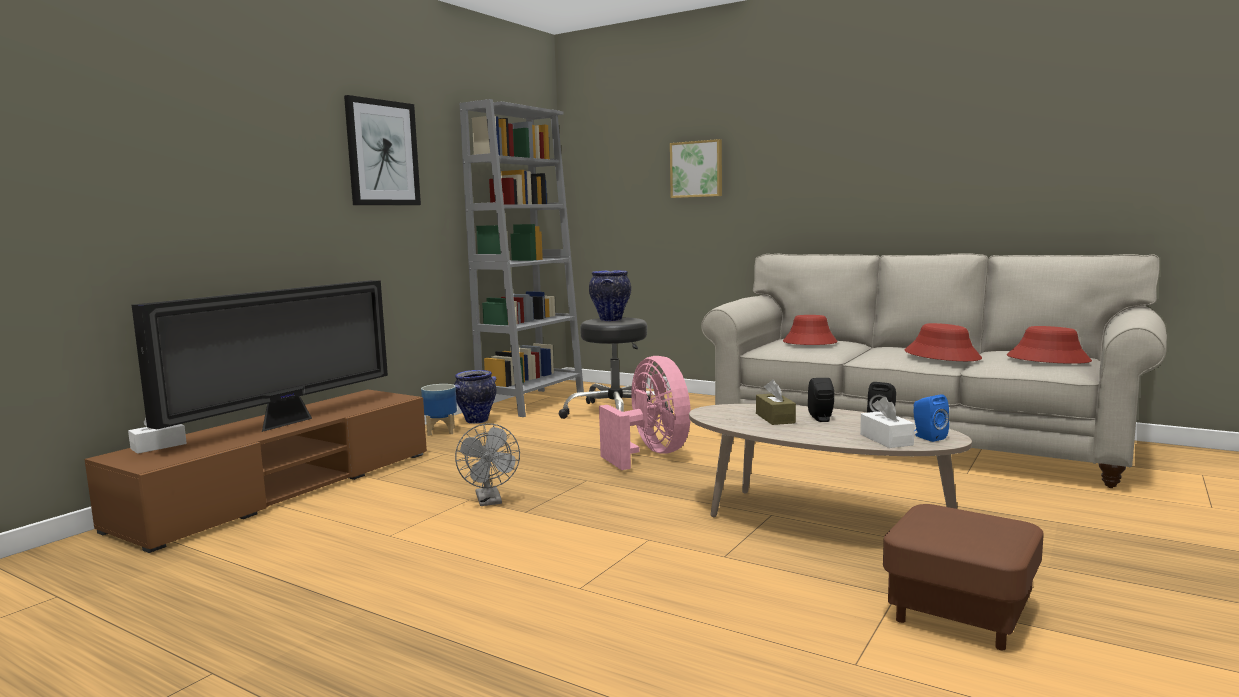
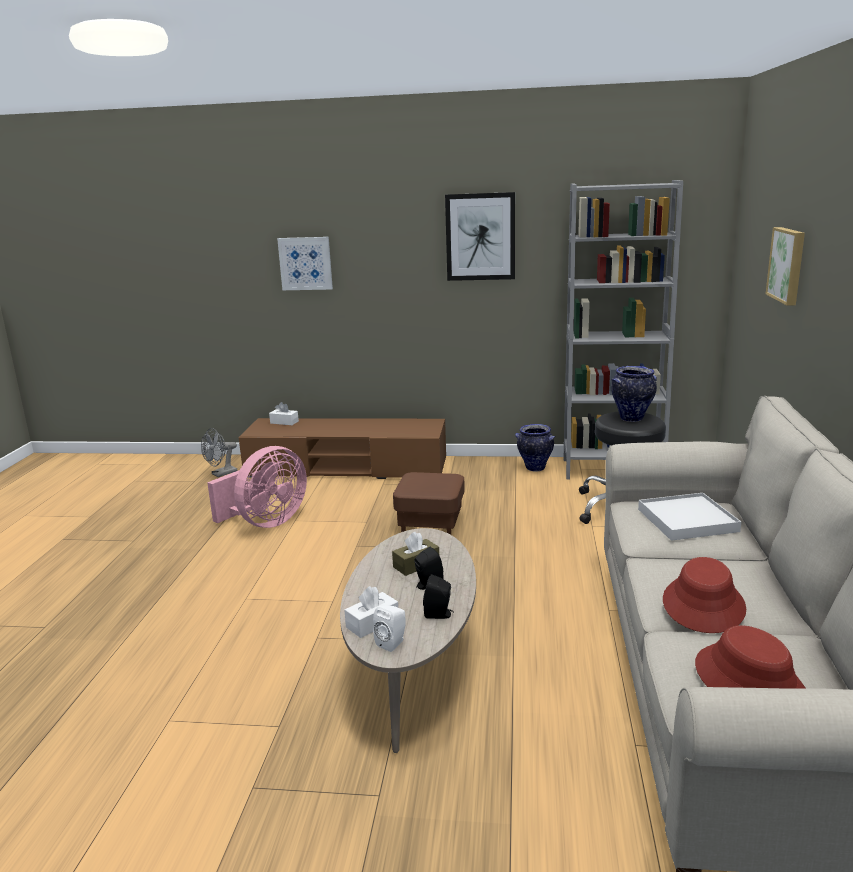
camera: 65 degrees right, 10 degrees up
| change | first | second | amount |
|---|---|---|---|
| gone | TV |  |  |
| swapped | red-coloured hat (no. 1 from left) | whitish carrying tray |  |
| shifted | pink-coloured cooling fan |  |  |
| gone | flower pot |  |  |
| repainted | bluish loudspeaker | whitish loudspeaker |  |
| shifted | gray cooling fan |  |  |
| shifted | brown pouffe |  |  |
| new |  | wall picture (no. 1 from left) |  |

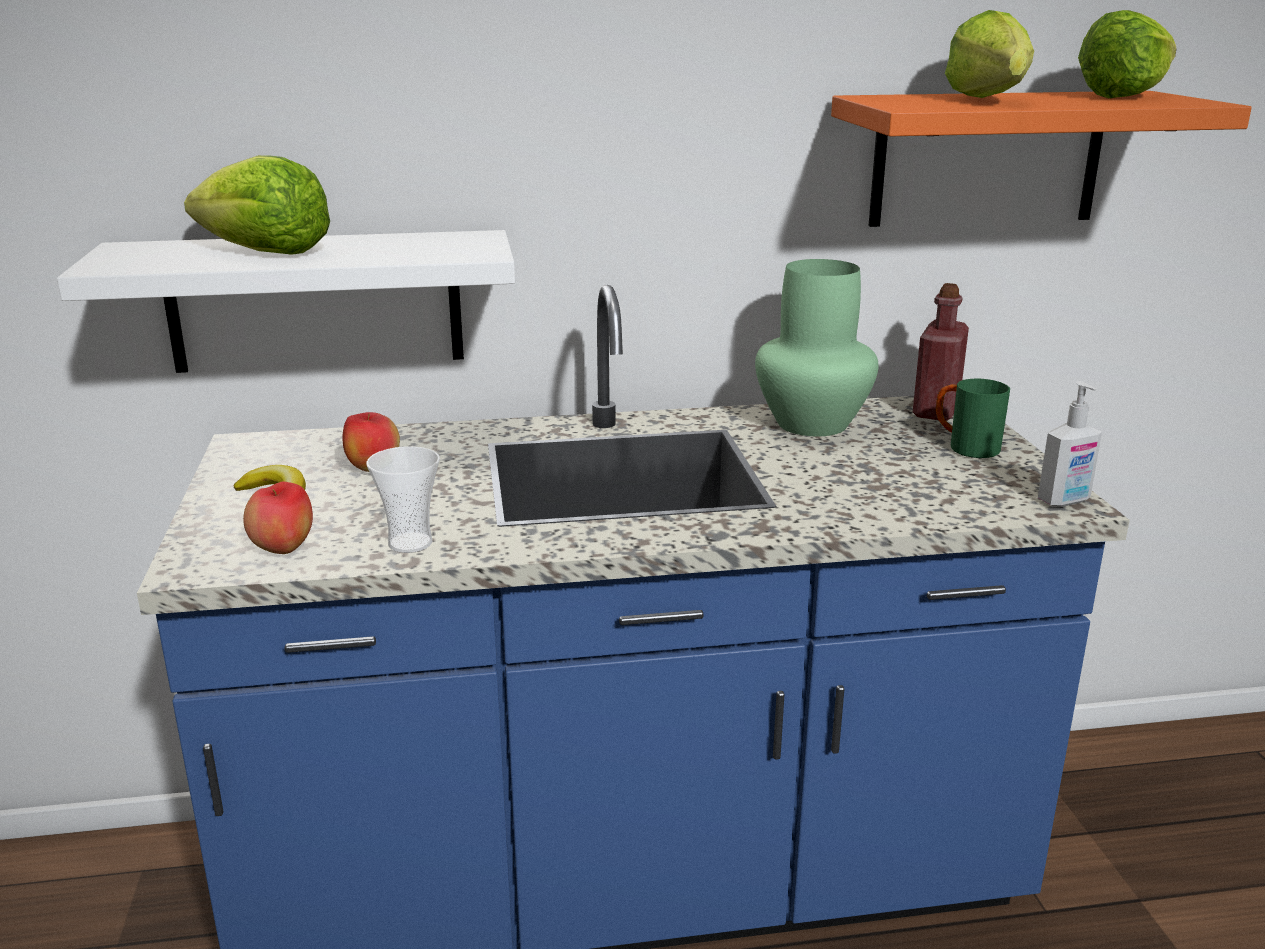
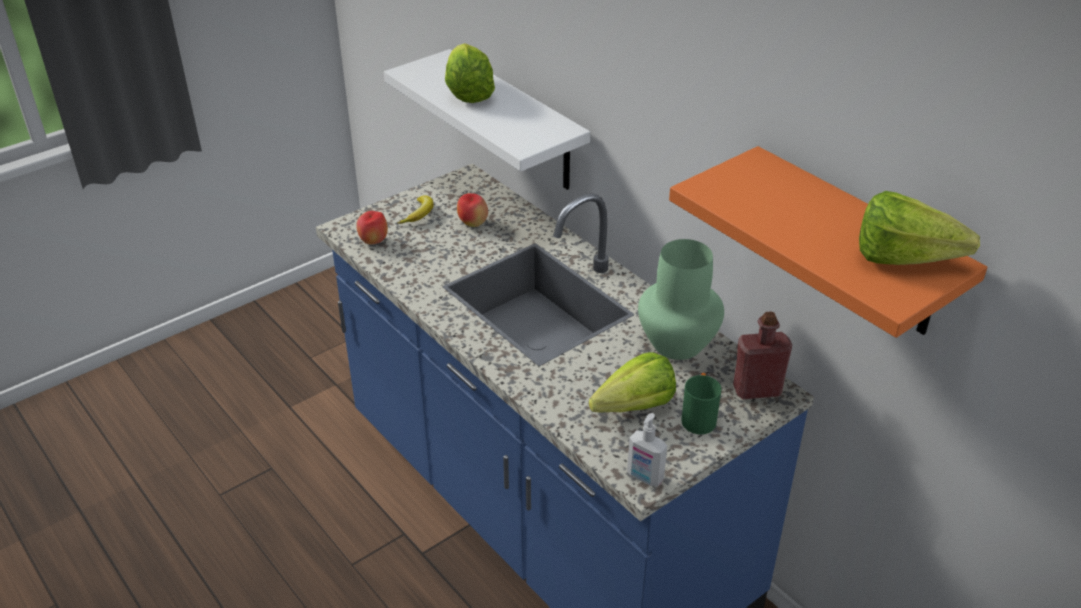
camera: 60 degrees right, 15 degrees up
| change | first | second | amount |
|---|---|---|---|
| shifted | head of lettuce (no. 2 from left) |  |  |
| gone | drinking cup |  |  |

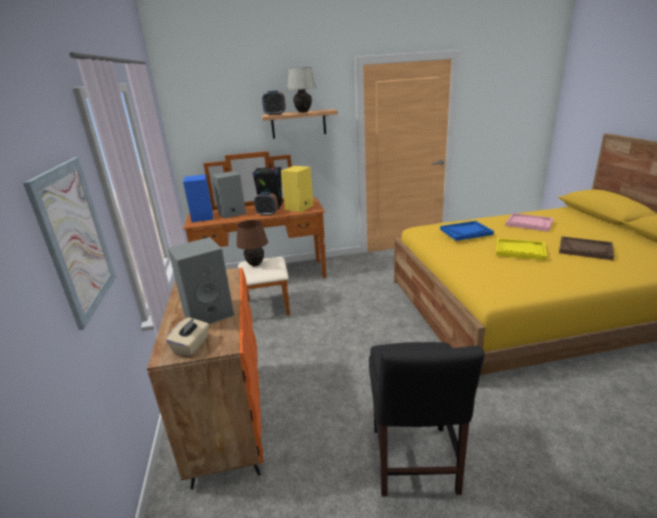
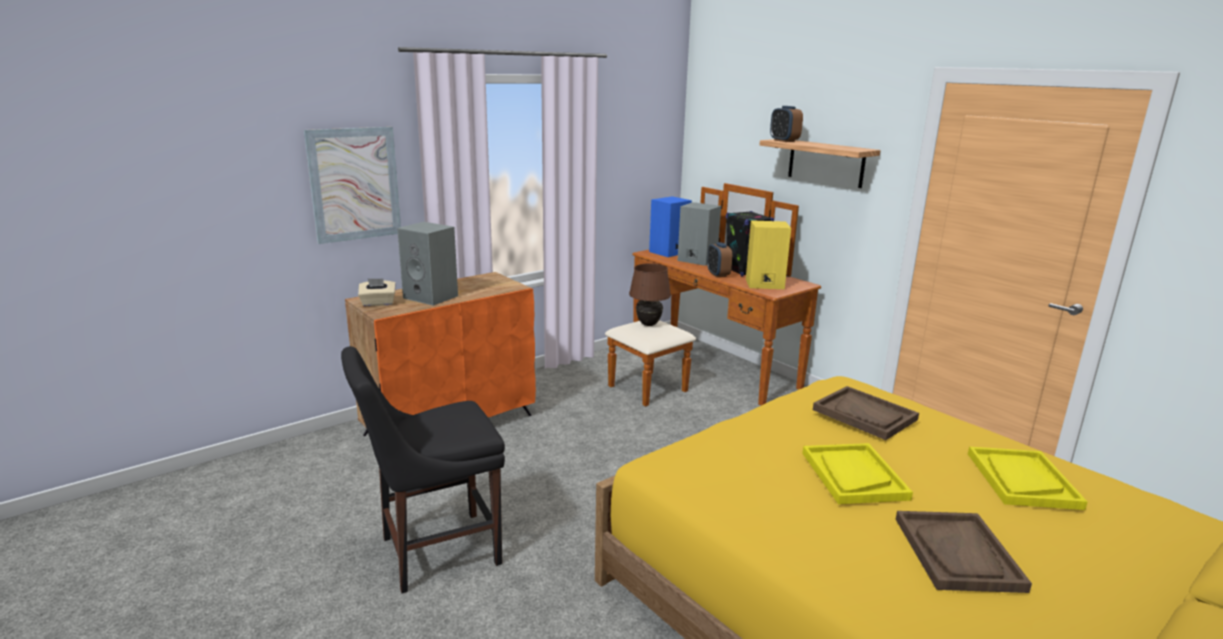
camera: 60 degrees right, 5 degrees down
| change | first | second | amount |
|---|---|---|---|
| gone | whitish lamp for a table |  |  |
| repainted | pink-coloured carrying tray | yellow-coloured carrying tray (no. 2 from left) |  |
| repainted | bluish carrying tray | brown carrying tray (no. 1 from left) |  |

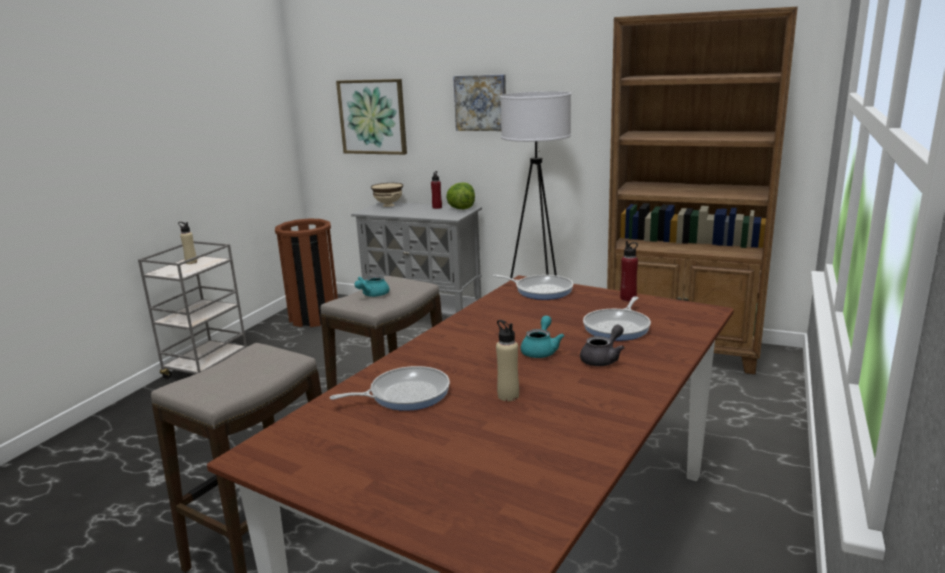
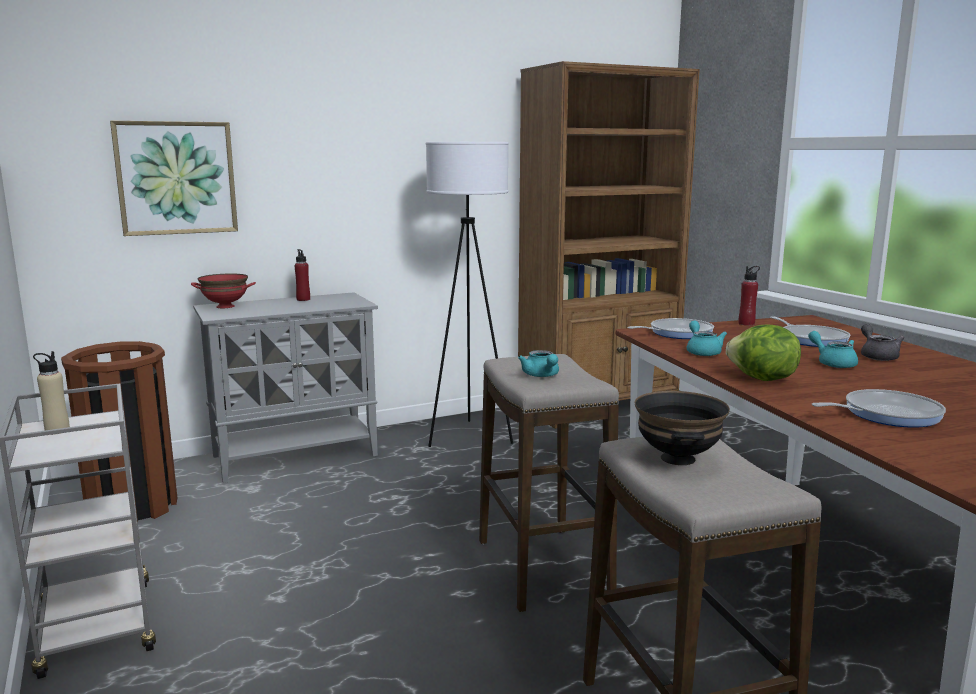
camera: 50 degrees left, 5 degrees down
| change | first | second | amount |
|---|---|---|---|
| gone | wall picture (no. 2 from left) |  |  |
| shifted | head of lettuce |  |  |
| repainted | beige-coloured deep dish | red-coloured deep dish |  |
| gone | beige-coloured beverage bottle (no. 2 from left) |  |  |
| rotated | skillet (no. 1 from left in the first image) | skillet (no. 3 from left) | 60 degrees clockwise |
| new |  | turquoise-coloured tea pot (no. 2 from left) |  |
| new |  | black deep dish |  |

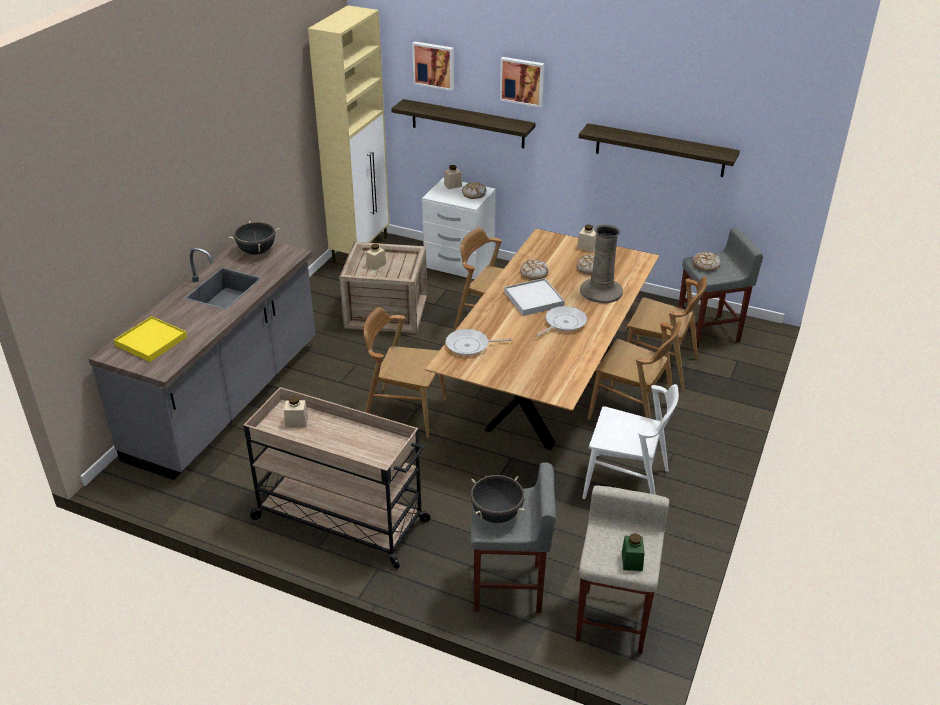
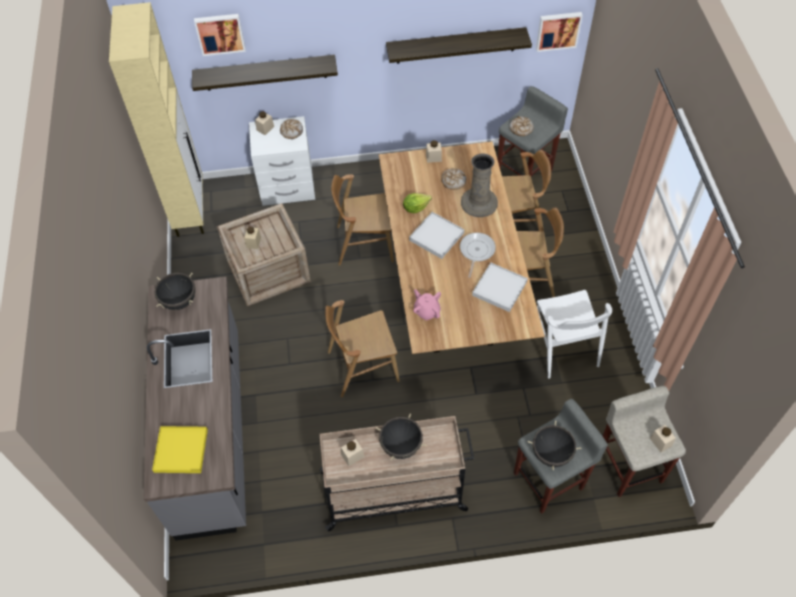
camera: 30 degrees left, 20 degrees up
| change | first | second | amount |
|---|---|---|---|
| shifted | wall picture (no. 2 from left) |  |  |
| swapped | bakery bread (no. 2 from left) | head of lettuce |  |
| swapped | skillet (no. 1 from left) | pink-coloured tea pot |  |
| rotated | whitish plain chair |  | 90 degrees clockwise |
| repainted | green storage jar | beige-coloured storage jar (no. 5 from left) |  |
| new |  | whitish carrying tray (no. 2 from left) |  |
| new |  | black stockpot (no. 2 from left) |  |

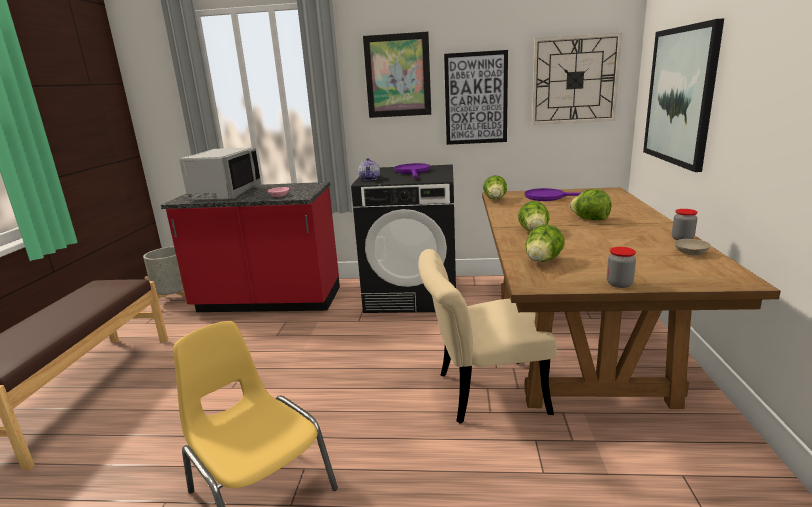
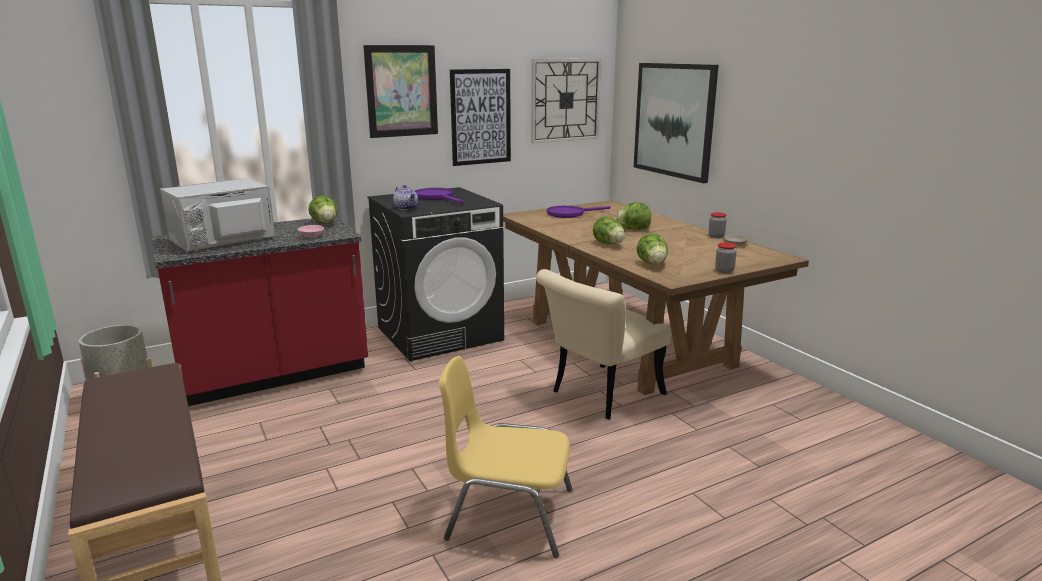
camera: 35 degrees left, 0 degrees up
| change | first | second | amount |
|---|---|---|---|
| rotated | gray kitchen microwave |  | 105 degrees counterclockwise |
| shifted | head of lettuce (no. 1 from left) |  |  |

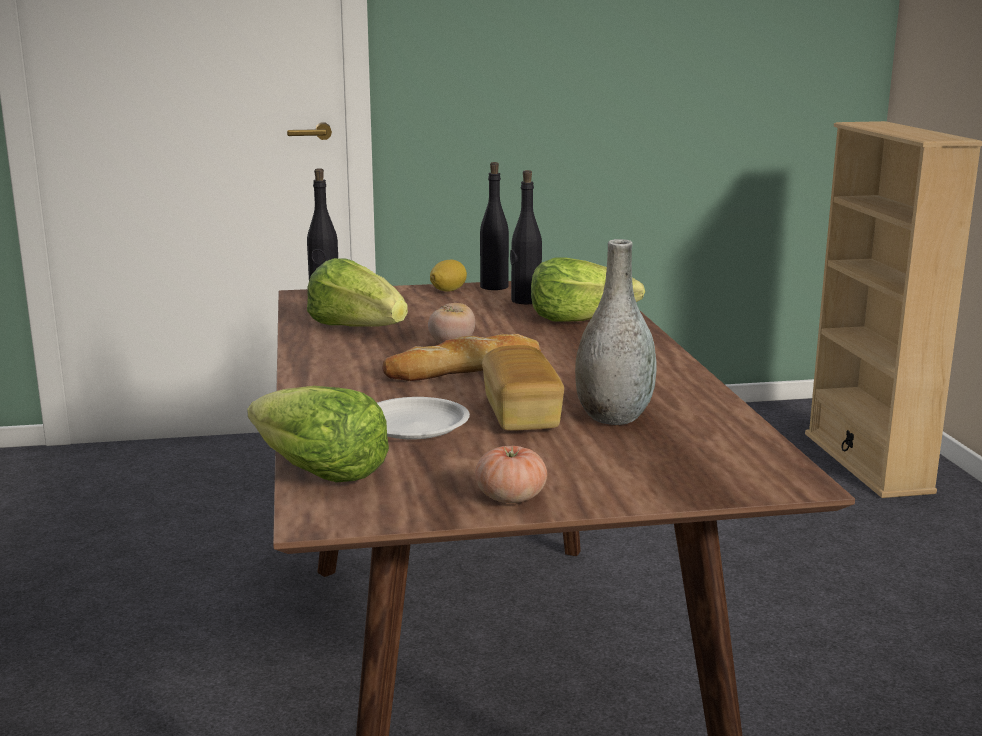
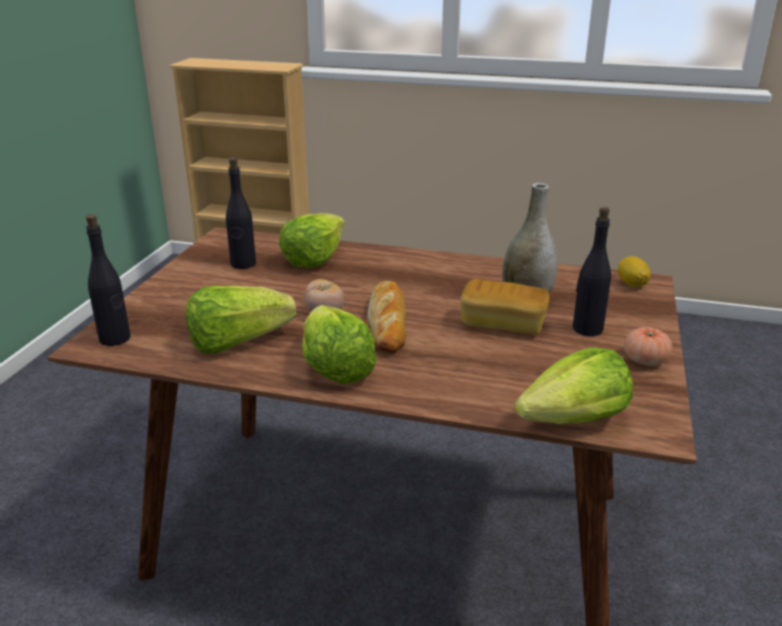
camera: 65 degrees left, 10 degrees up
| change | first | second | amount |
|---|---|---|---|
| shifted | black beverage bottle (no. 2 from left in the first image) | black beverage bottle (no. 3 from left) |  |
| shifted | citrus fruit |  |  |
| gone | whitish dinner plate |  |  |
| new |  | head of lettuce (no. 3 from left) |  |

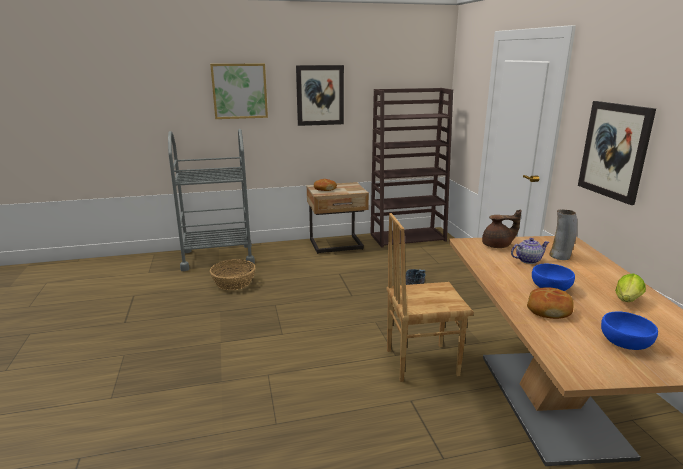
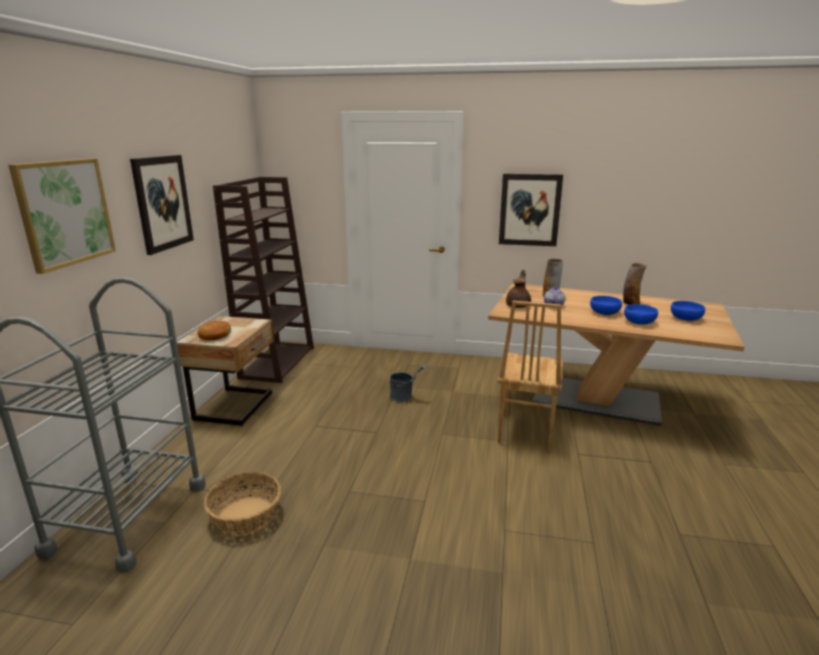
camera: 65 degrees left, 0 degrees up
| change | first | second | amount |
|---|---|---|---|
| swapped | head of lettuce | flower vase (no. 2 from left) |  |
| swapped | bakery bread (no. 2 from left) | bluish deep dish (no. 2 from left) |  |

